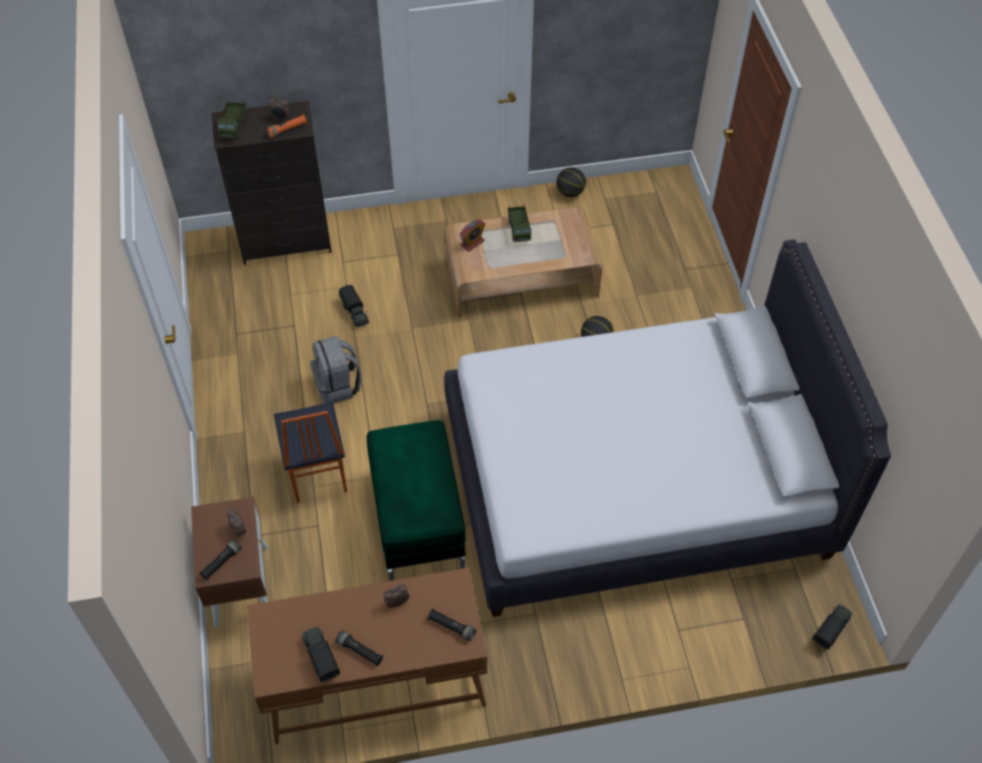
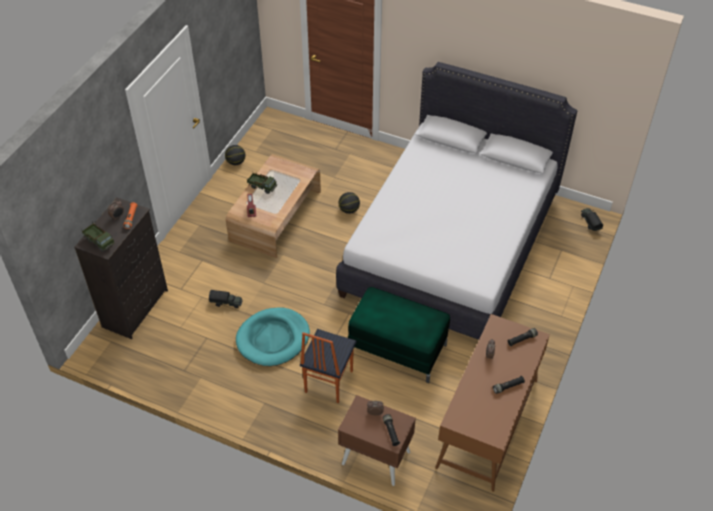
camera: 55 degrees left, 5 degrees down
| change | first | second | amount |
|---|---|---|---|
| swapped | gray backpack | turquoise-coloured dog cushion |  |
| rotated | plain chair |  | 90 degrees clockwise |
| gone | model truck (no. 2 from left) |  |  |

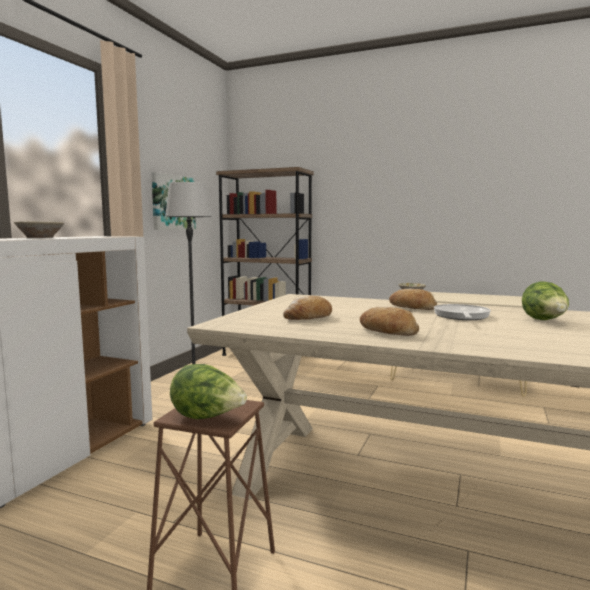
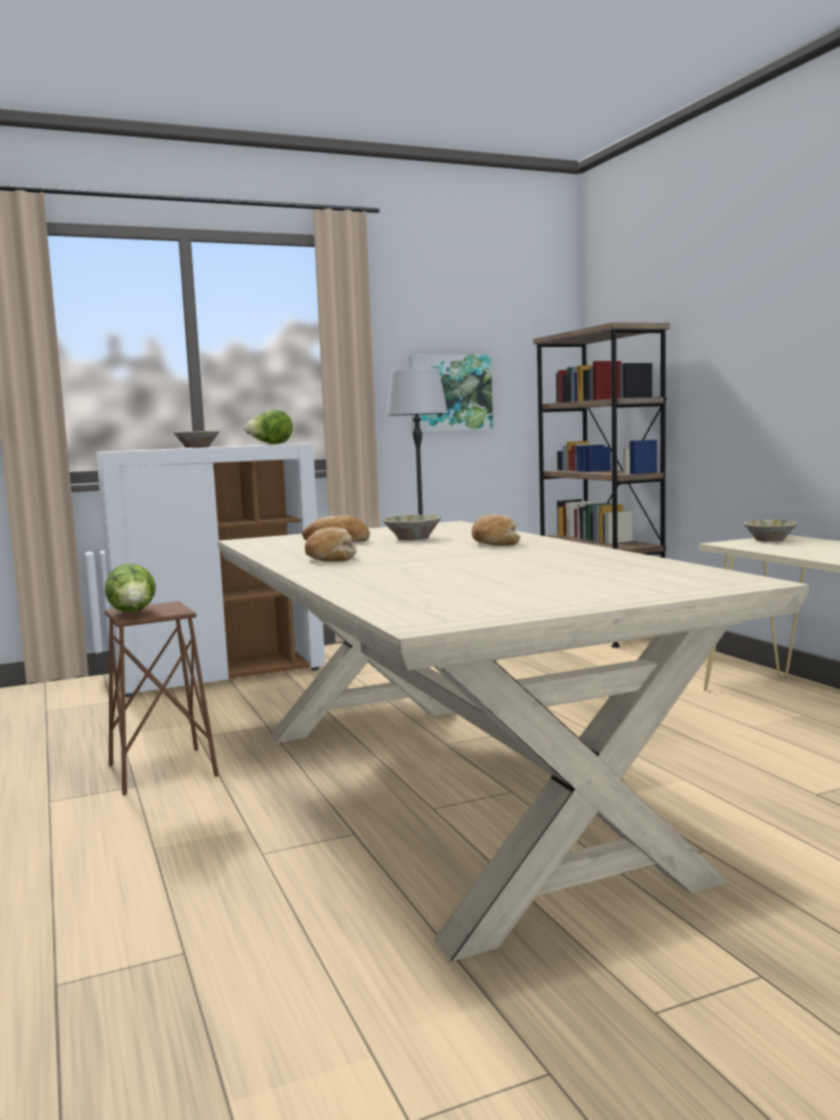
camera: 45 degrees right, 0 degrees up
| change | first | second | amount |
|---|---|---|---|
| shifted | head of lettuce (no. 2 from left) |  |  |
| gone | skillet |  |  |
| new |  | beige-coloured deep dish (no. 2 from left) |  |

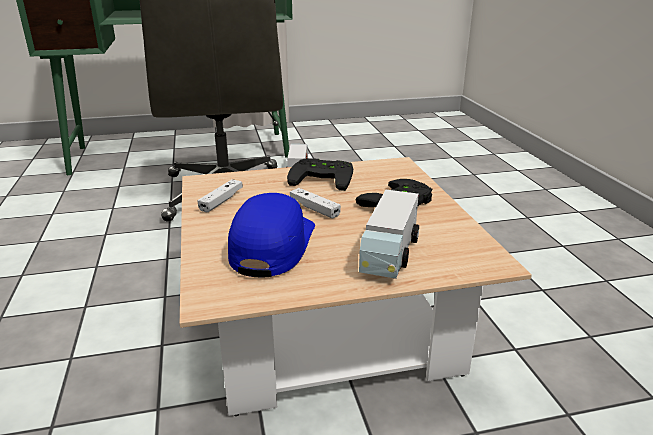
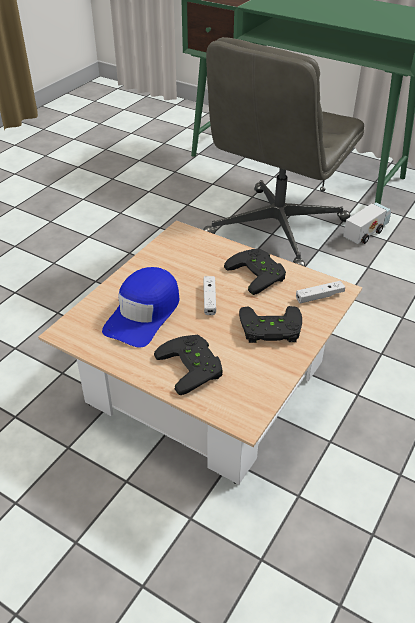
camera: 45 degrees right, 15 degrees up
| change | first | second | amount |
|---|---|---|---|
| shifted | whitish joypad (no. 1 from left in the first image) | whitish joypad (no. 2 from left) |  |
| swapped | model truck (no. 2 from left) | black joypad (no. 1 from left) |  |
| rotated | bluish peaked cap |  | 150 degrees clockwise |

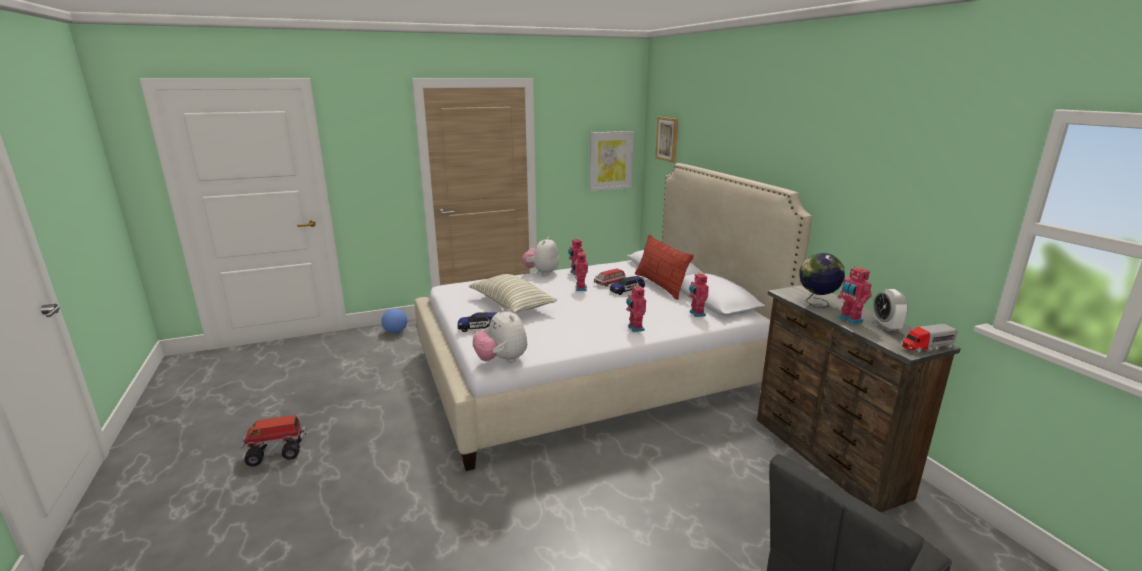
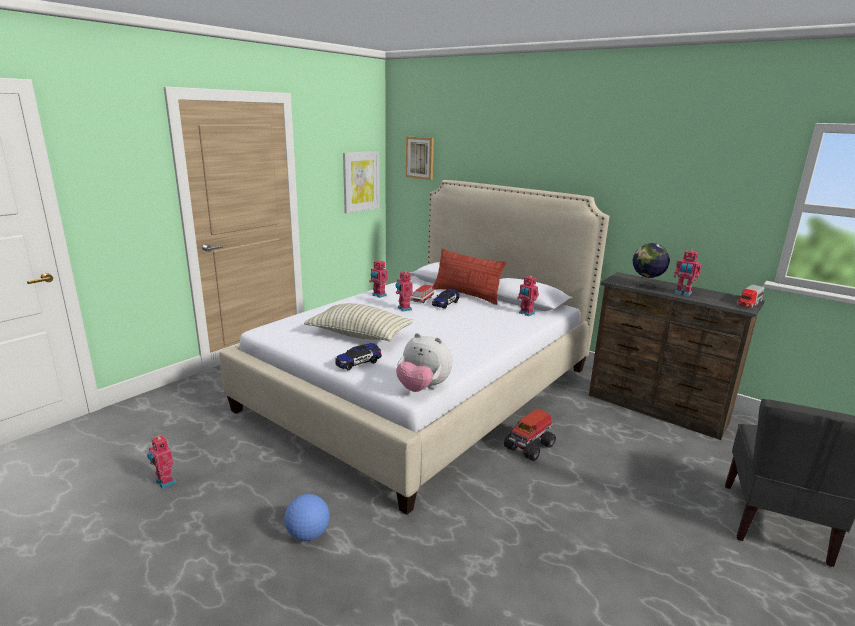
camera: 30 degrees left, 0 degrees up
| change | first | second | amount |
|---|---|---|---|
| gone | cuddly toy (no. 2 from left) |  |  |
| shifted | toy robot (no. 3 from left in the first image) | toy robot (no. 1 from left) |  |
| gone | alarm clock |  |  |
| shifted | ball for football |  |  |
| shifted | model truck (no. 1 from left) |  |  |

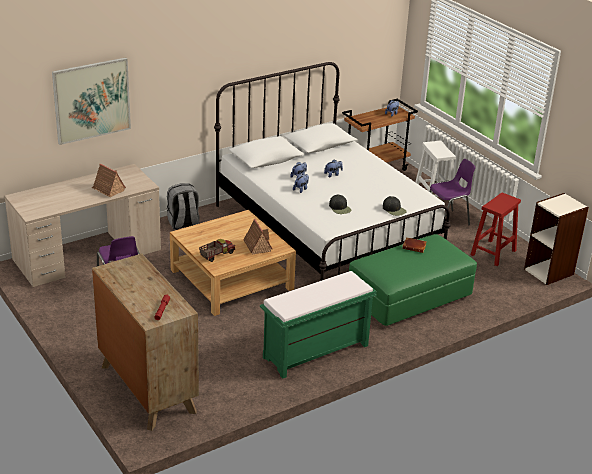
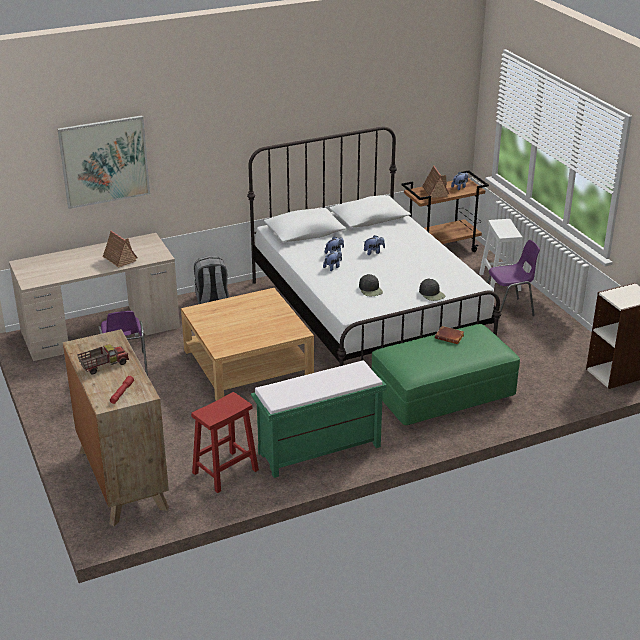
camera: 10 degrees right, 0 degrees up
| change | first | second | amount |
|---|---|---|---|
| shifted | red-coloured stool seat |  |  |
| shifted | toy house (no. 2 from left) |  |  |
| shifted | model truck |  |  |

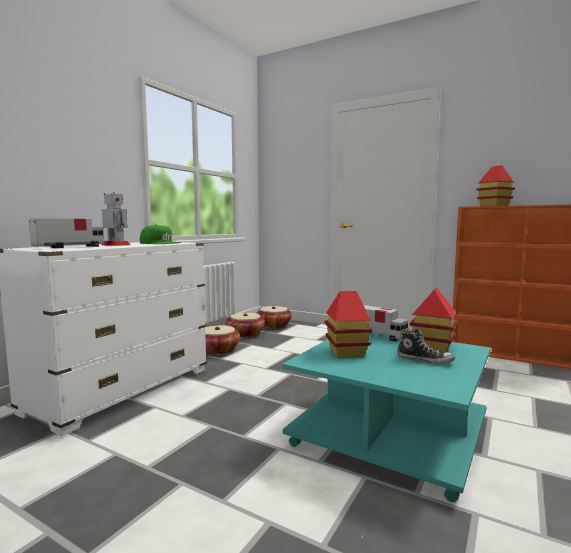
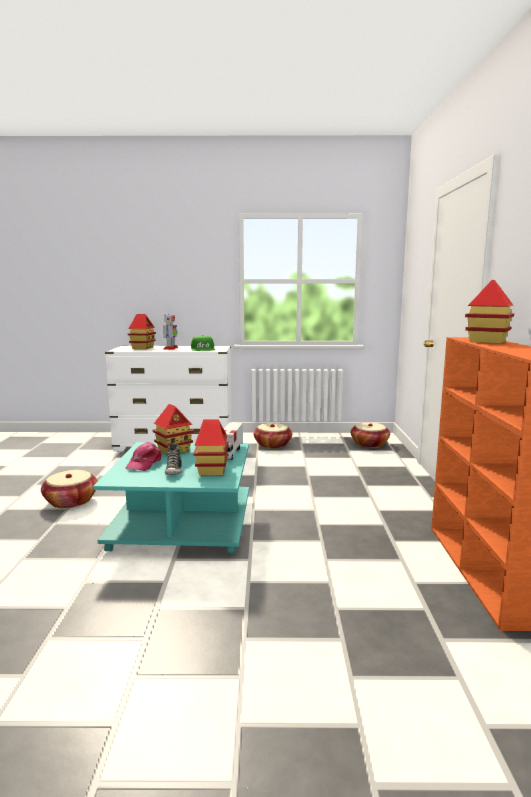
camera: 60 degrees right, 5 degrees up
| change | first | second | amount |
|---|---|---|---|
| swapped | model truck (no. 1 from left) | toy house (no. 1 from left) |  |
| shifted | household basket (no. 2 from left in the first image) | household basket (no. 1 from left) |  |
| new |  | pink-coloured peaked cap |  |

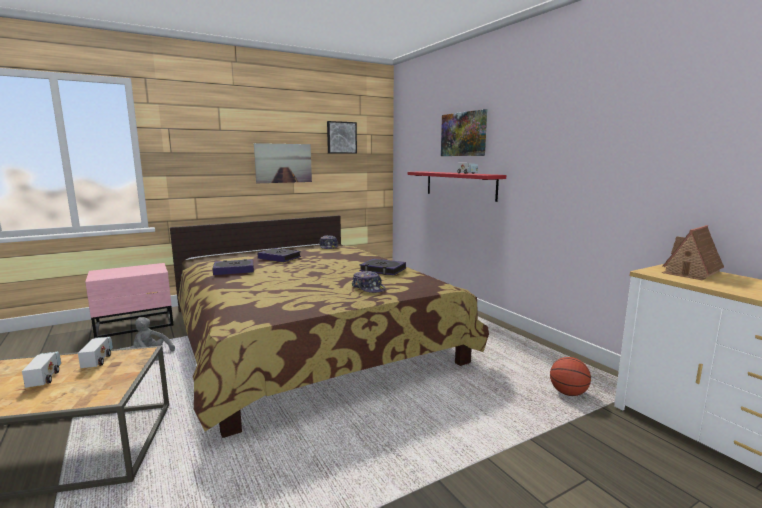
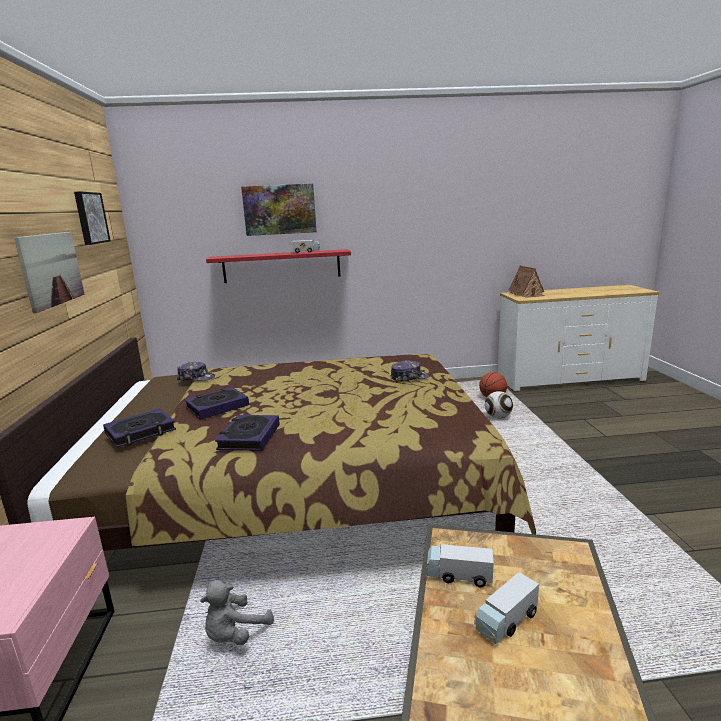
camera: 65 degrees left, 5 degrees up
| change | first | second | amount |
|---|---|---|---|
| shifted | volume (no. 3 from left in the first image) | volume (no. 1 from left) |  |
| rotated | model truck (no. 1 from left in the first image) | model truck (no. 3 from left) | 45 degrees counterclockwise |
| new |  | ball for football |  |

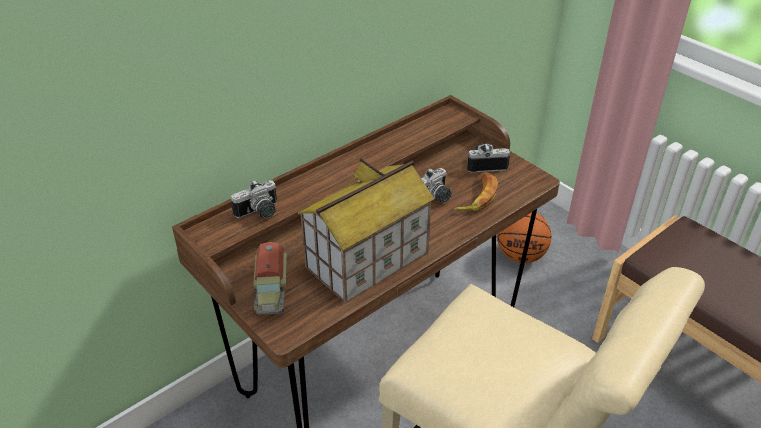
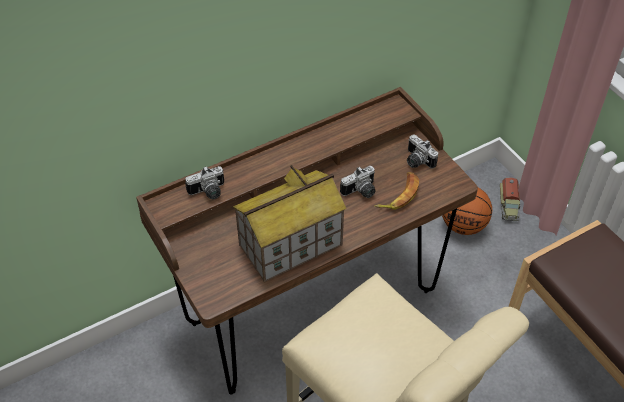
camera: 10 degrees right, 10 degrees up
| change | first | second | amount |
|---|---|---|---|
| rotated | still camera (no. 3 from left) |  | 135 degrees counterclockwise |
| shifted | model truck |  |  |

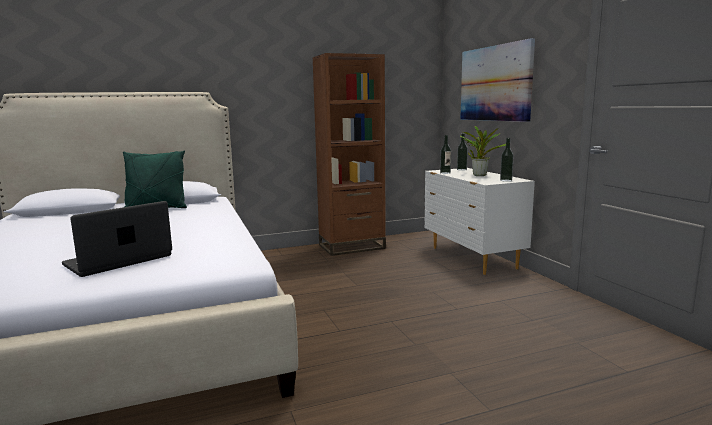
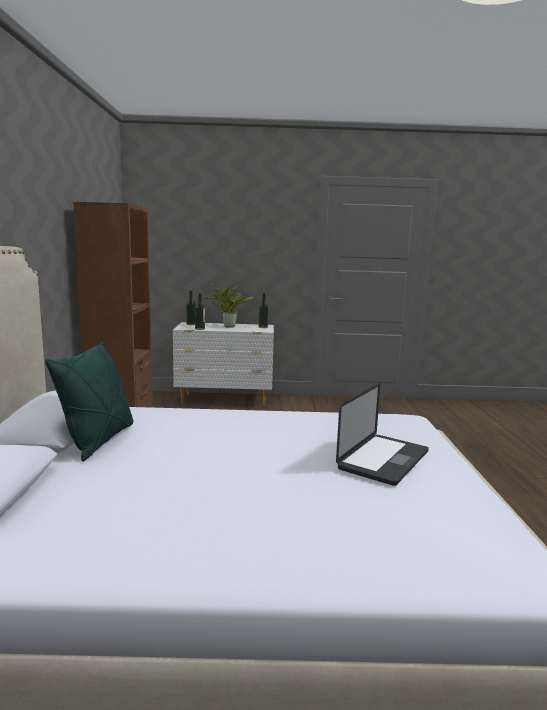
camera: 70 degrees left, 0 degrees up
| change | first | second | amount |
|---|---|---|---|
| gone | wall picture |  |  |
| rotated | portable computer |  | 120 degrees counterclockwise |

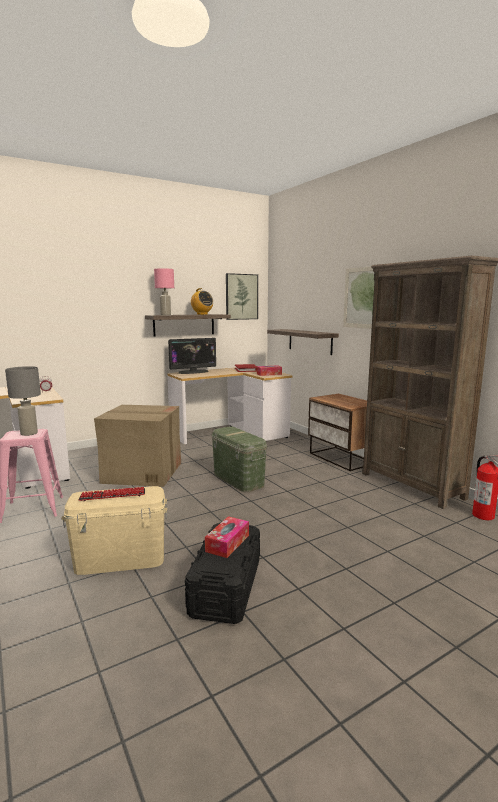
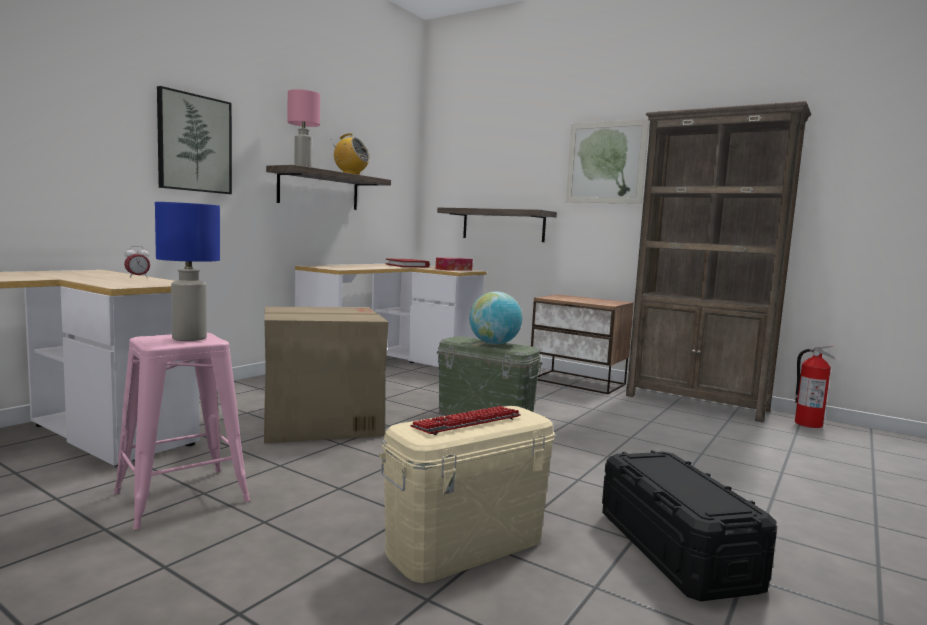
camera: 25 degrees left, 5 degrees down
| change | first | second | amount |
|---|---|---|---|
| shifted | wall picture (no. 1 from left) |  |  |
| gone | computer display |  |  |
| repainted | gray lamp for a table | bluish lamp for a table |  |
| gone | box of tissues (no. 1 from left) |  |  |
| new |  | desk globe |  |

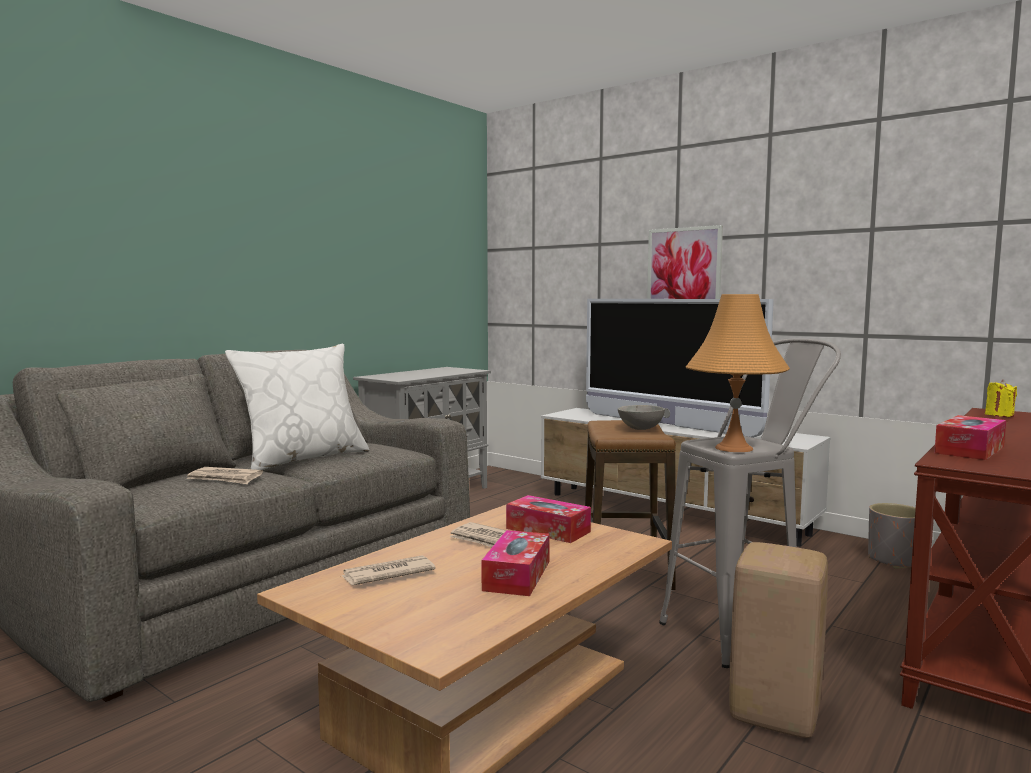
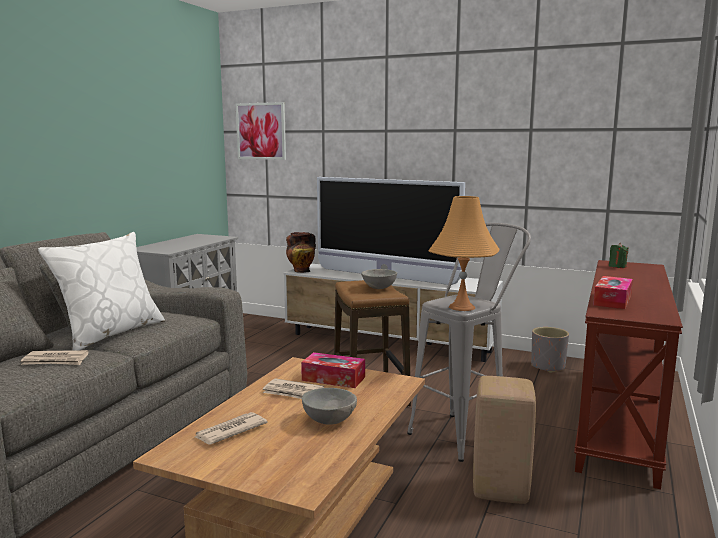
camera: 15 degrees left, 5 degrees up
| change | first | second | amount |
|---|---|---|---|
| shifted | wall picture |  |  |
| repainted | yellow-coloured wax light | green wax light |  |
| swapped | box of tissues (no. 1 from left) | gray deep dish (no. 1 from left) |  |
| new |  | flower vase |  |

